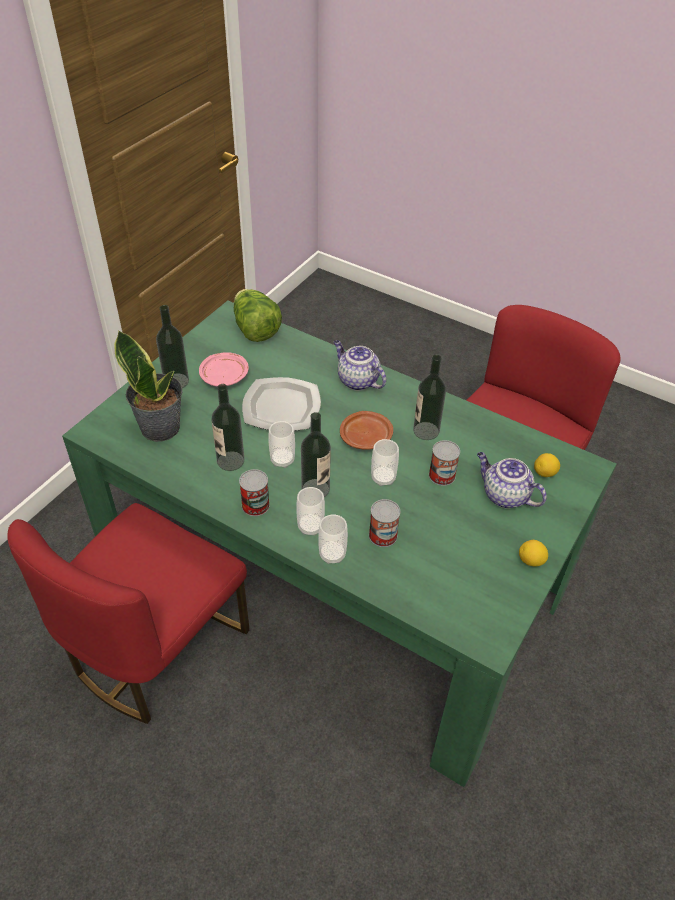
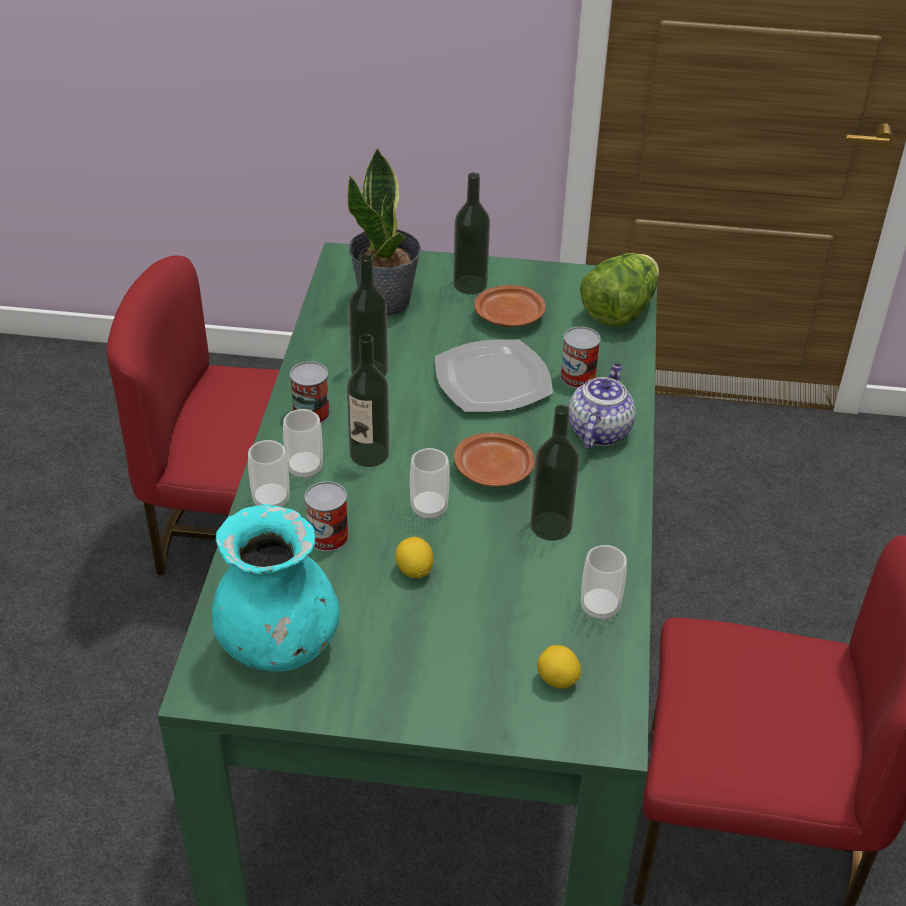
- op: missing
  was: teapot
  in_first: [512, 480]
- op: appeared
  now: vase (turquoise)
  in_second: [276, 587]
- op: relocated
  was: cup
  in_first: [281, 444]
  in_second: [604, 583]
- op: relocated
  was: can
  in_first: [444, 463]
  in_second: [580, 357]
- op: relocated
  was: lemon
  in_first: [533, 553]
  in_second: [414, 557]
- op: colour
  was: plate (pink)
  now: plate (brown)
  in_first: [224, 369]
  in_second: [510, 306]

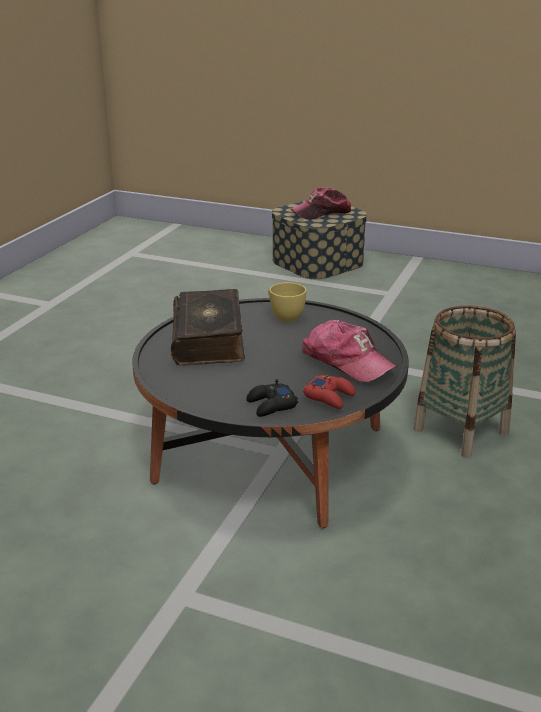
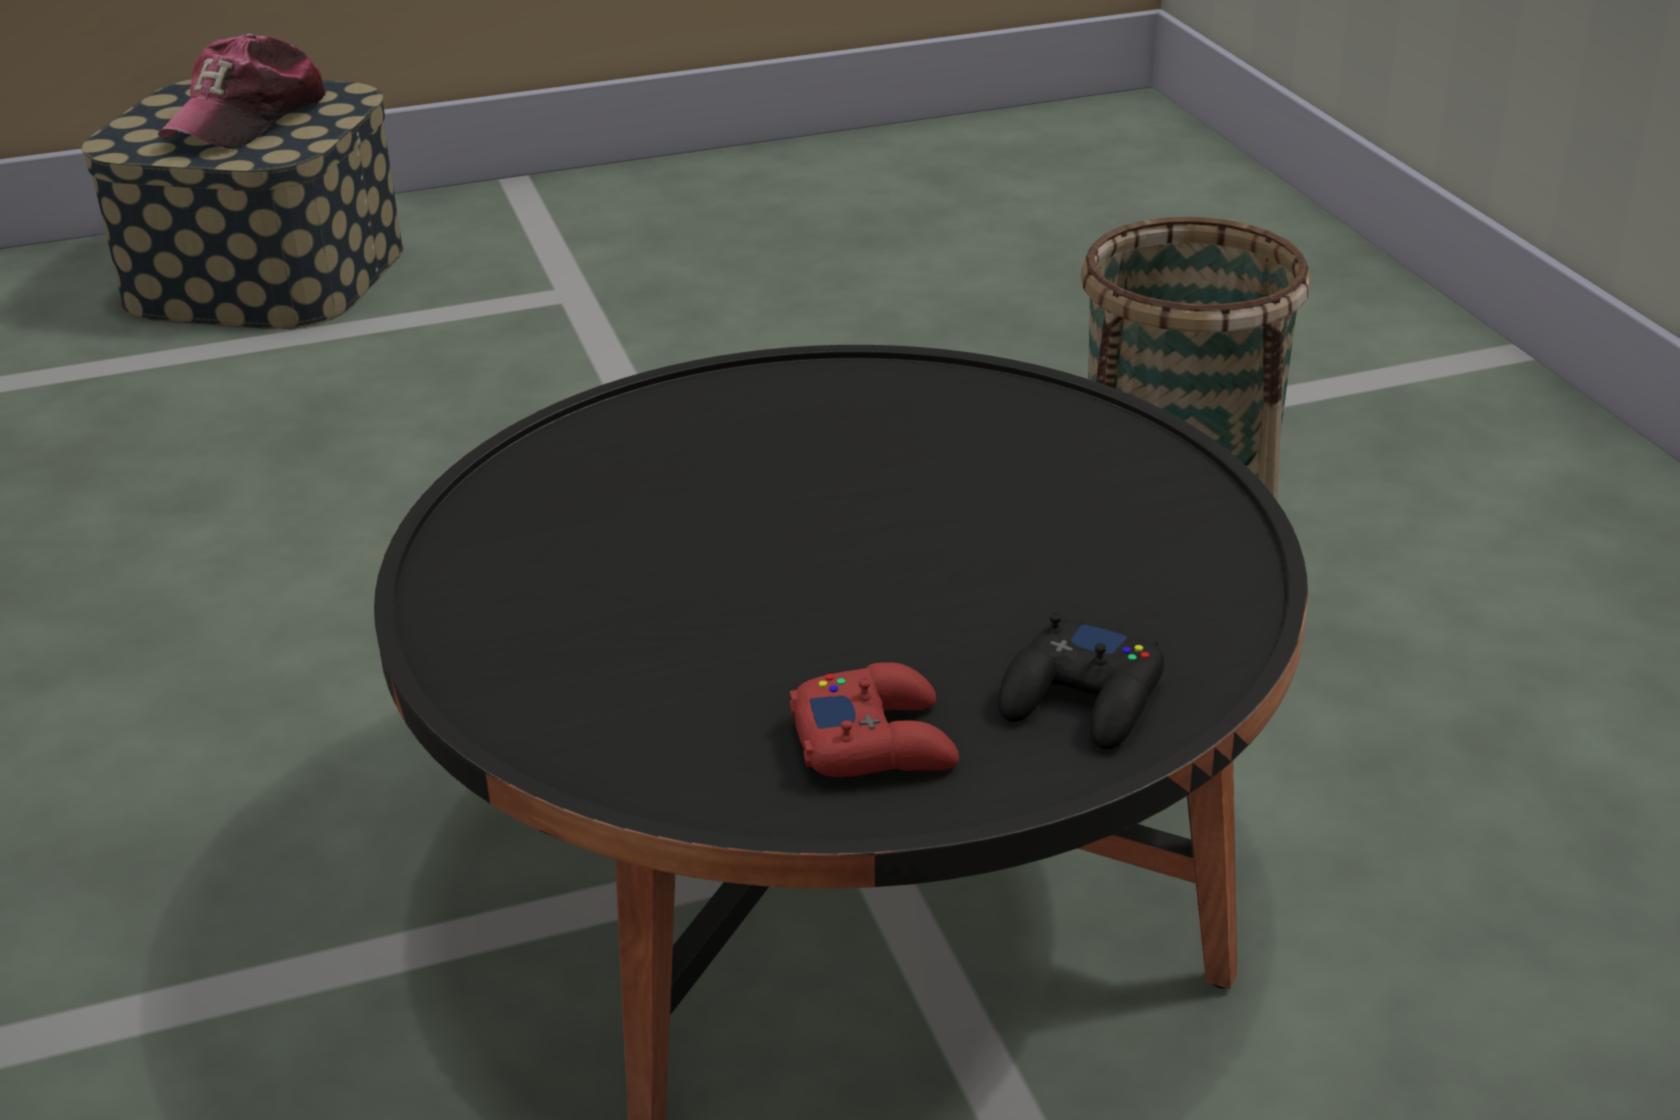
- op: missing
  was: book
  in_first: [208, 327]
- op: missing
  was: cup (yellow)
  in_first: [287, 302]
- op: missing
  was: cap
  in_first: [350, 351]
- op: relocated
  was: game controller (red)
  in_first: [329, 392]
  in_second: [874, 719]

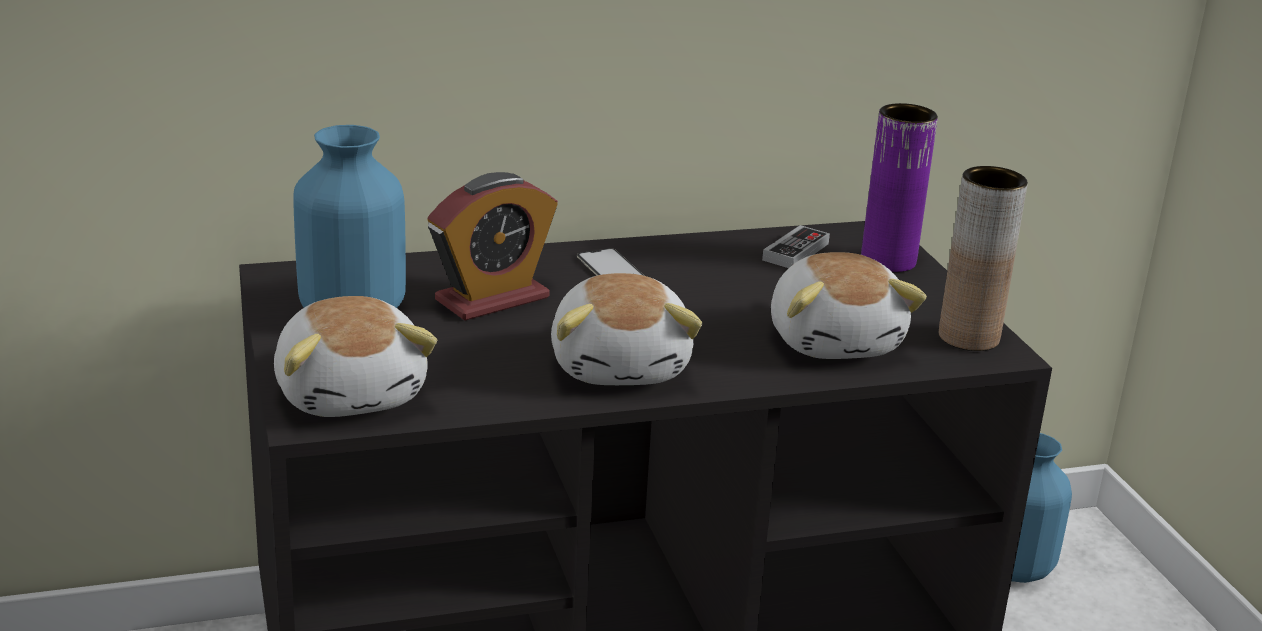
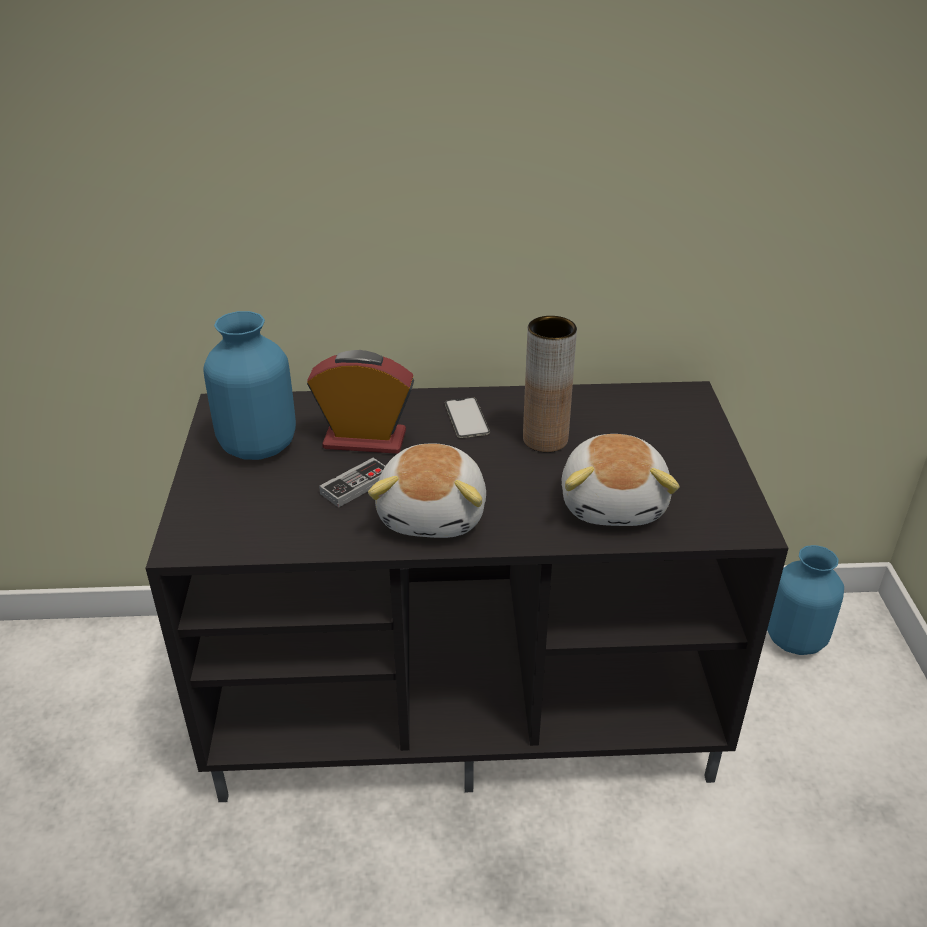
- op: missing
  was: plush toy
  in_first: [355, 356]
- op: missing
  was: vase (purple)
  in_first: [899, 187]
- op: relocated
  was: game controller
  in_first: [796, 246]
  in_second: [352, 483]
- op: relocated
  was: vase (brown)
  in_first: [983, 258]
  in_second: [550, 384]
- op: spun
  was: alarm clock
  in_first: [493, 246]
  in_second: [360, 402]
  clockwise: -150

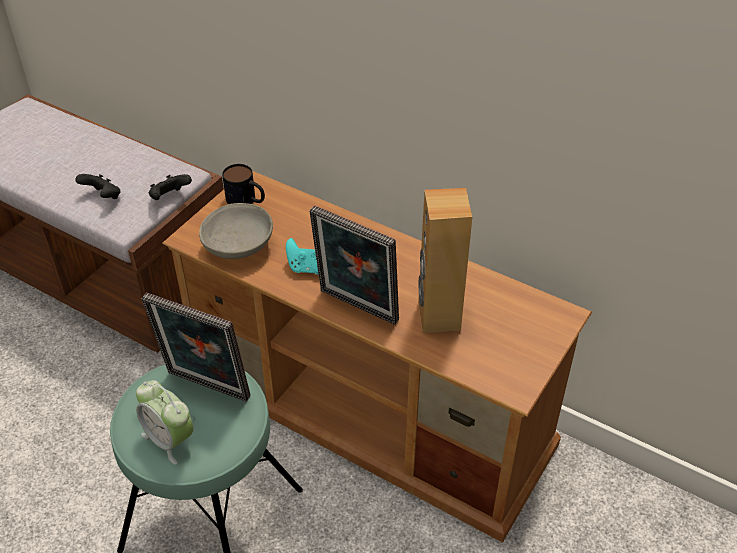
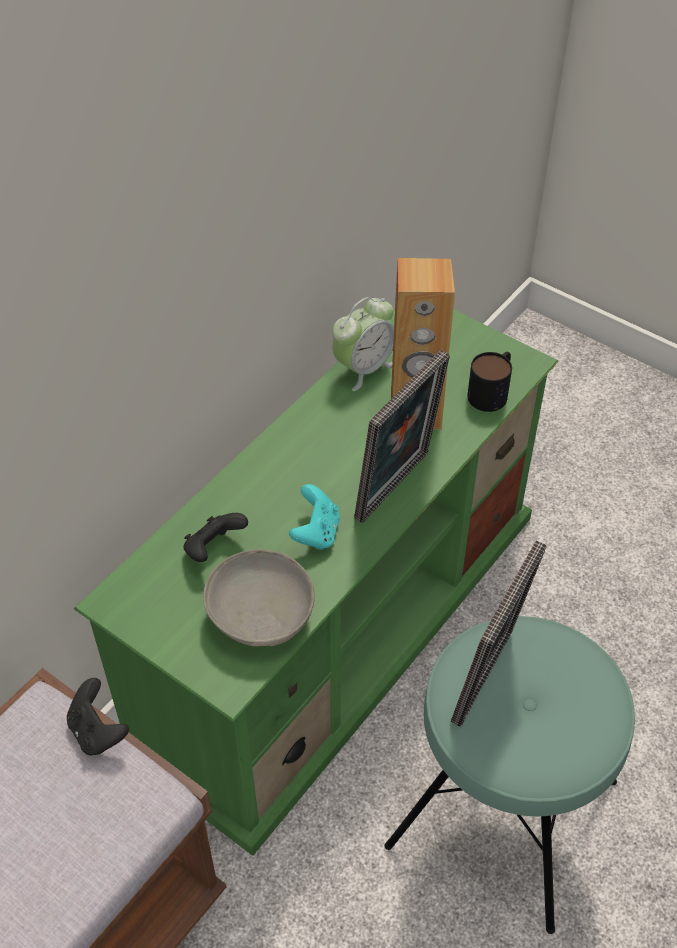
- op: relocated
  was: game controller (black)
  in_first: [98, 186]
  in_second: [215, 537]
- op: relocated
  was: alarm clock
  in_first: [165, 422]
  in_second: [363, 344]
- op: relocated
  was: mug
  in_first: [243, 184]
  in_second: [489, 382]
- op: colour
  was: tv stand (brown)
  now: tv stand (green)
  in_first: [377, 357]
  in_second: [316, 582]

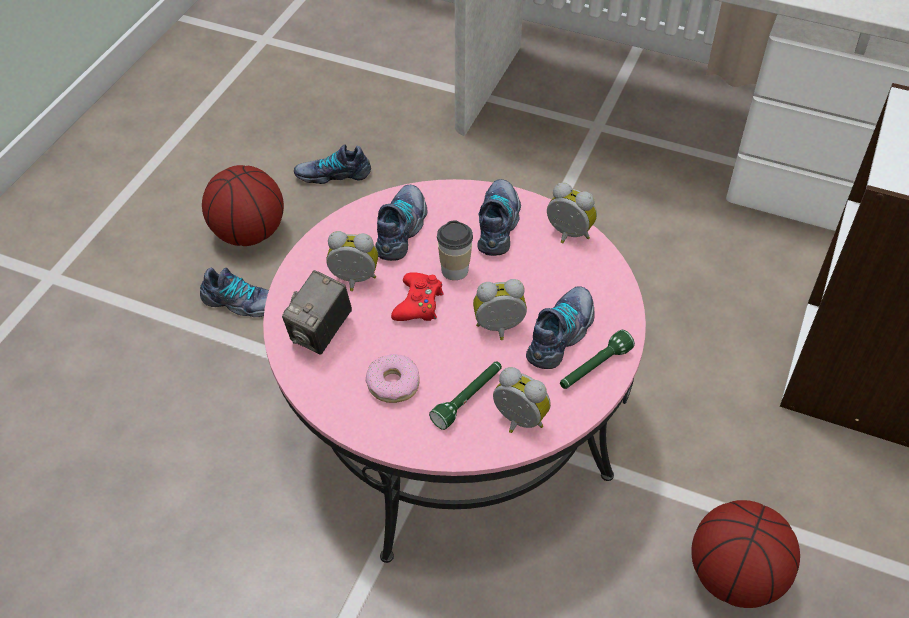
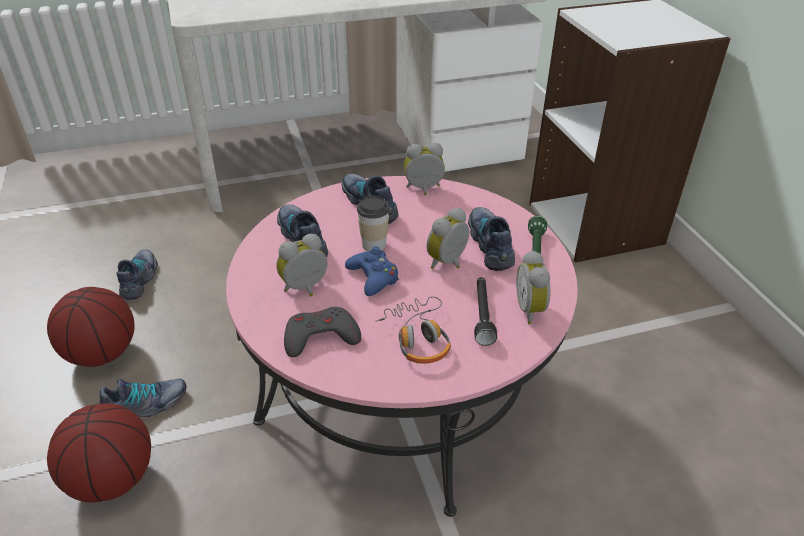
- op: relocated
  was: basketball
  in_first: [745, 554]
  in_second: [99, 453]
- op: exchanged
  was: photo camera
  now: game controller (grey)
  in_first: [317, 312]
  in_second: [322, 332]
- op: exchanged
  was: donut
  now: headphones
  in_first: [393, 378]
  in_second: [413, 330]
- op: colour
  was: game controller (red)
  now: game controller (blue)
  in_first: [417, 296]
  in_second: [372, 271]
- op: colour
  was: flashlight (green)
  now: flashlight (black)
  in_first: [465, 395]
  in_second: [485, 311]
- op: spun
  was: shoe
  in_first: [332, 164]
  in_second: [137, 274]
  clockwise: 135
- op: spun
  was: alarm clock
  in_first: [522, 400]
  in_second: [533, 287]
  clockwise: -90

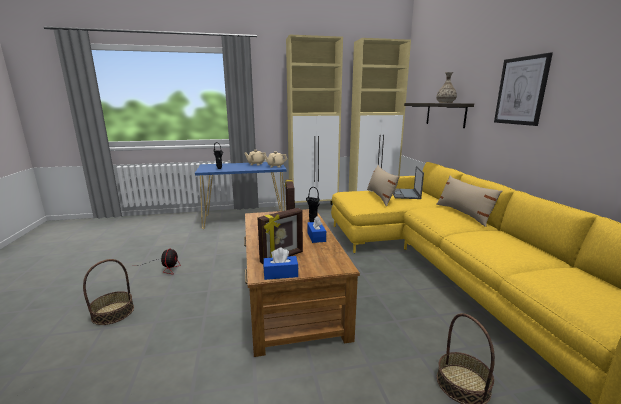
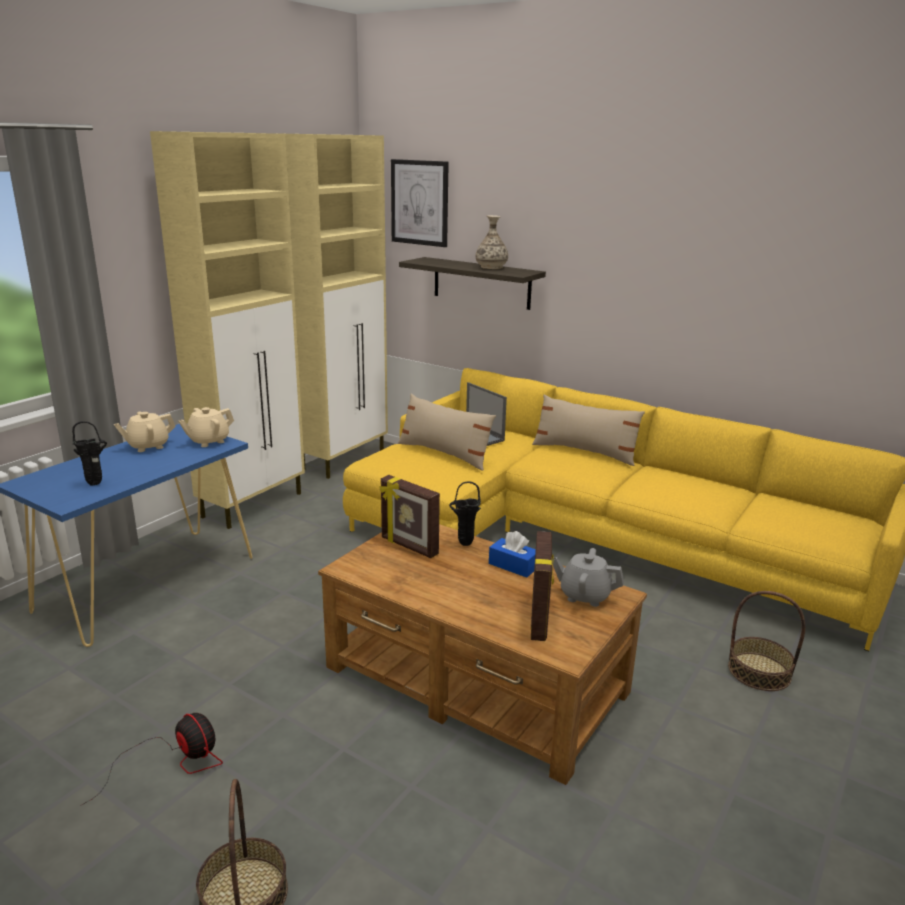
- op: missing
  was: tissue box (blue)
  in_first: [280, 263]
- op: appeared
  now: teapot (grey)
  in_second: [588, 577]
- op: relocated
  was: picture
  in_first: [523, 89]
  in_second: [420, 203]

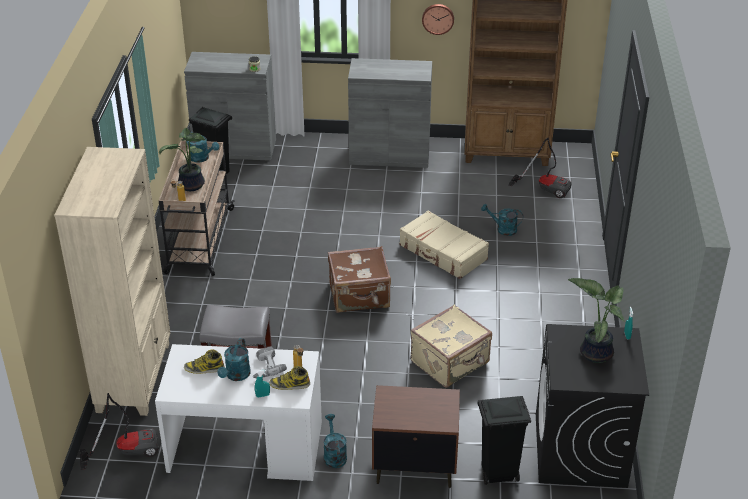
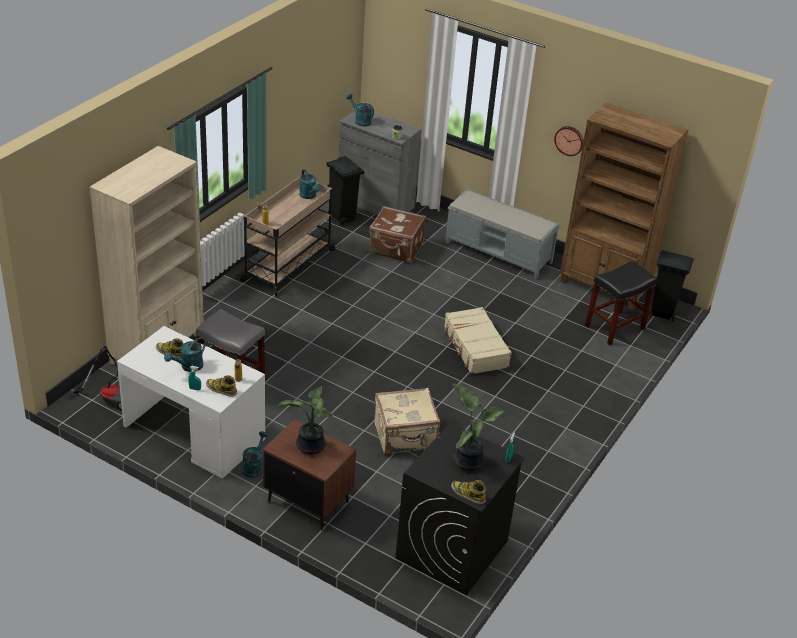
- op: missing
  was: power drill
  in_first: [270, 362]
- op: appeared
  now: boot
  in_second: [468, 492]
- op: relocated
  was: potted plant
  in_first: [182, 159]
  in_second: [305, 420]
- op: relocated
  was: suitcase (brown)
  in_first: [359, 279]
  in_second: [397, 234]
- op: relocated
  was: trash can (black)
  in_first: [504, 440]
  in_second: [671, 285]
- op: relocated
  was: watering can (turquoise)
  in_first: [502, 220]
  in_second: [360, 110]
- op: exchanged
  was: cabinet (grey)
  now: bench (grey)
  in_first: [390, 113]
  in_second: [502, 234]
- op: exchanged
  was: vacuum cleaner
  now: stool (black)
  in_first: [540, 168]
  in_second: [621, 303]

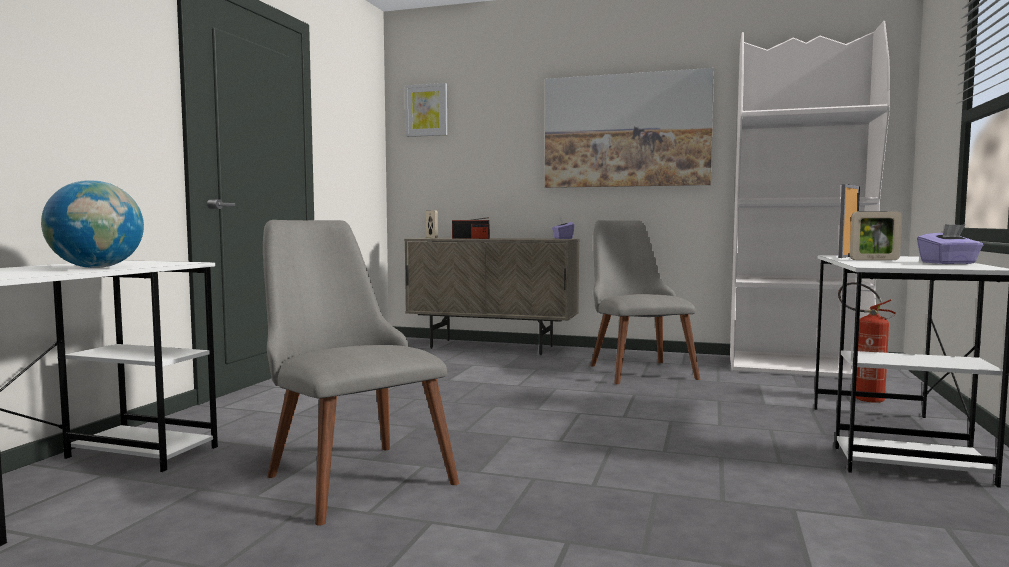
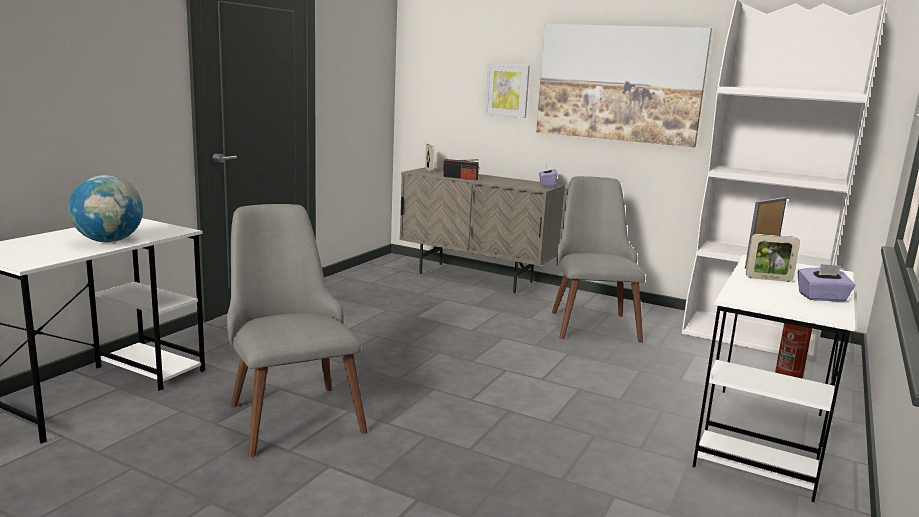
- op: relocated
  was: picture
  in_first: [426, 110]
  in_second: [507, 90]

